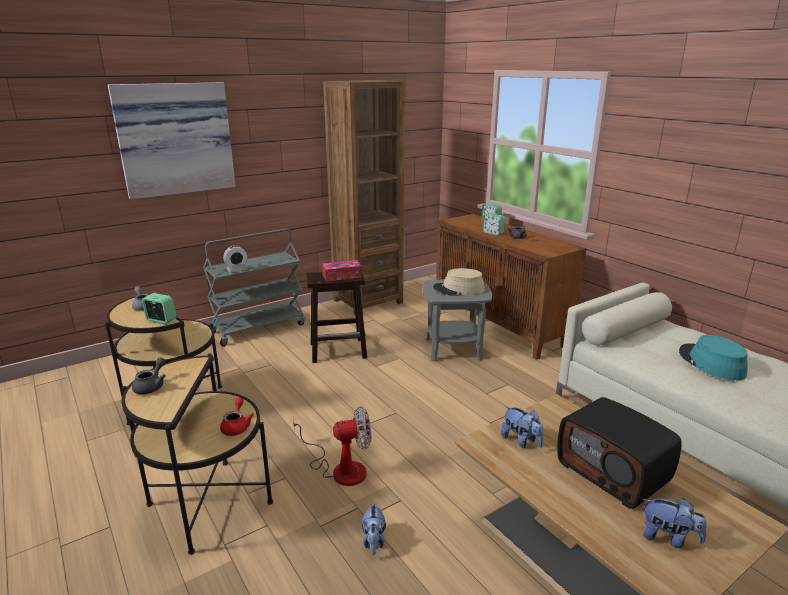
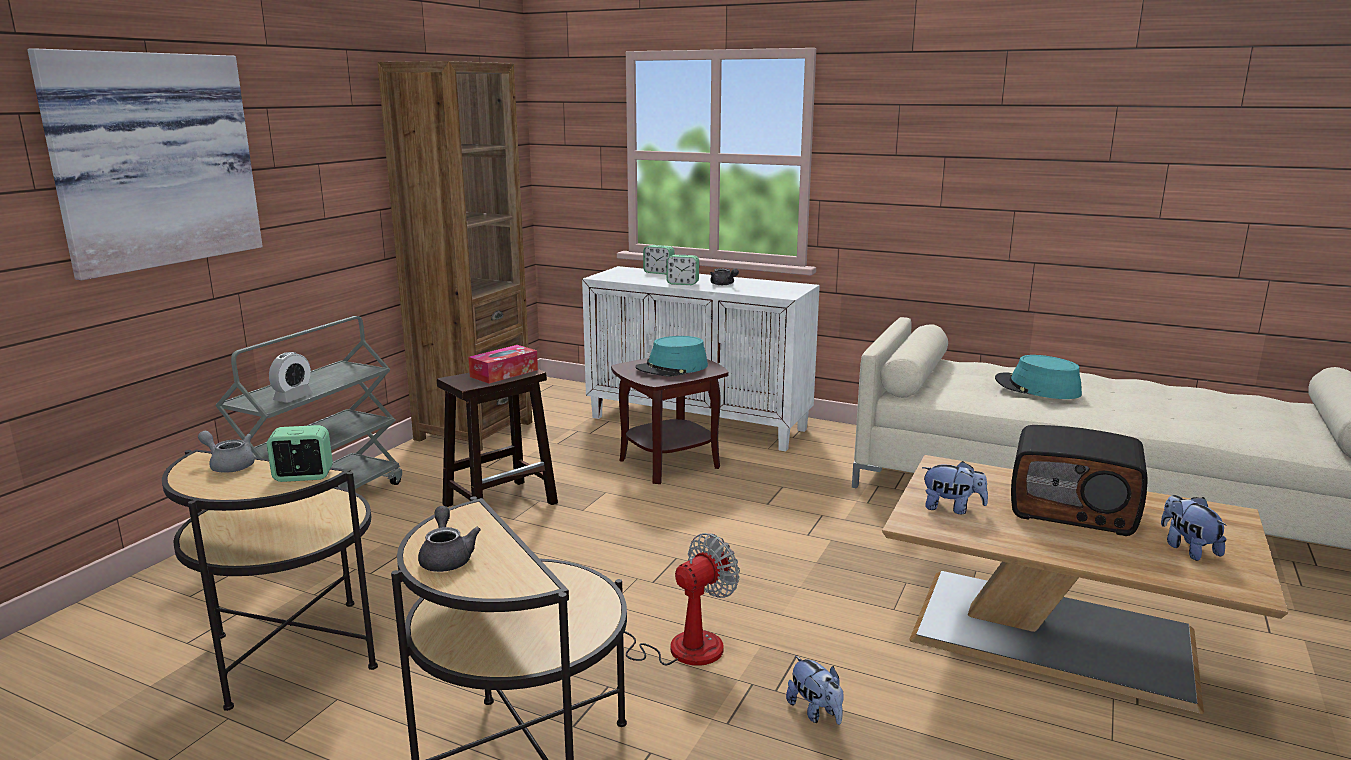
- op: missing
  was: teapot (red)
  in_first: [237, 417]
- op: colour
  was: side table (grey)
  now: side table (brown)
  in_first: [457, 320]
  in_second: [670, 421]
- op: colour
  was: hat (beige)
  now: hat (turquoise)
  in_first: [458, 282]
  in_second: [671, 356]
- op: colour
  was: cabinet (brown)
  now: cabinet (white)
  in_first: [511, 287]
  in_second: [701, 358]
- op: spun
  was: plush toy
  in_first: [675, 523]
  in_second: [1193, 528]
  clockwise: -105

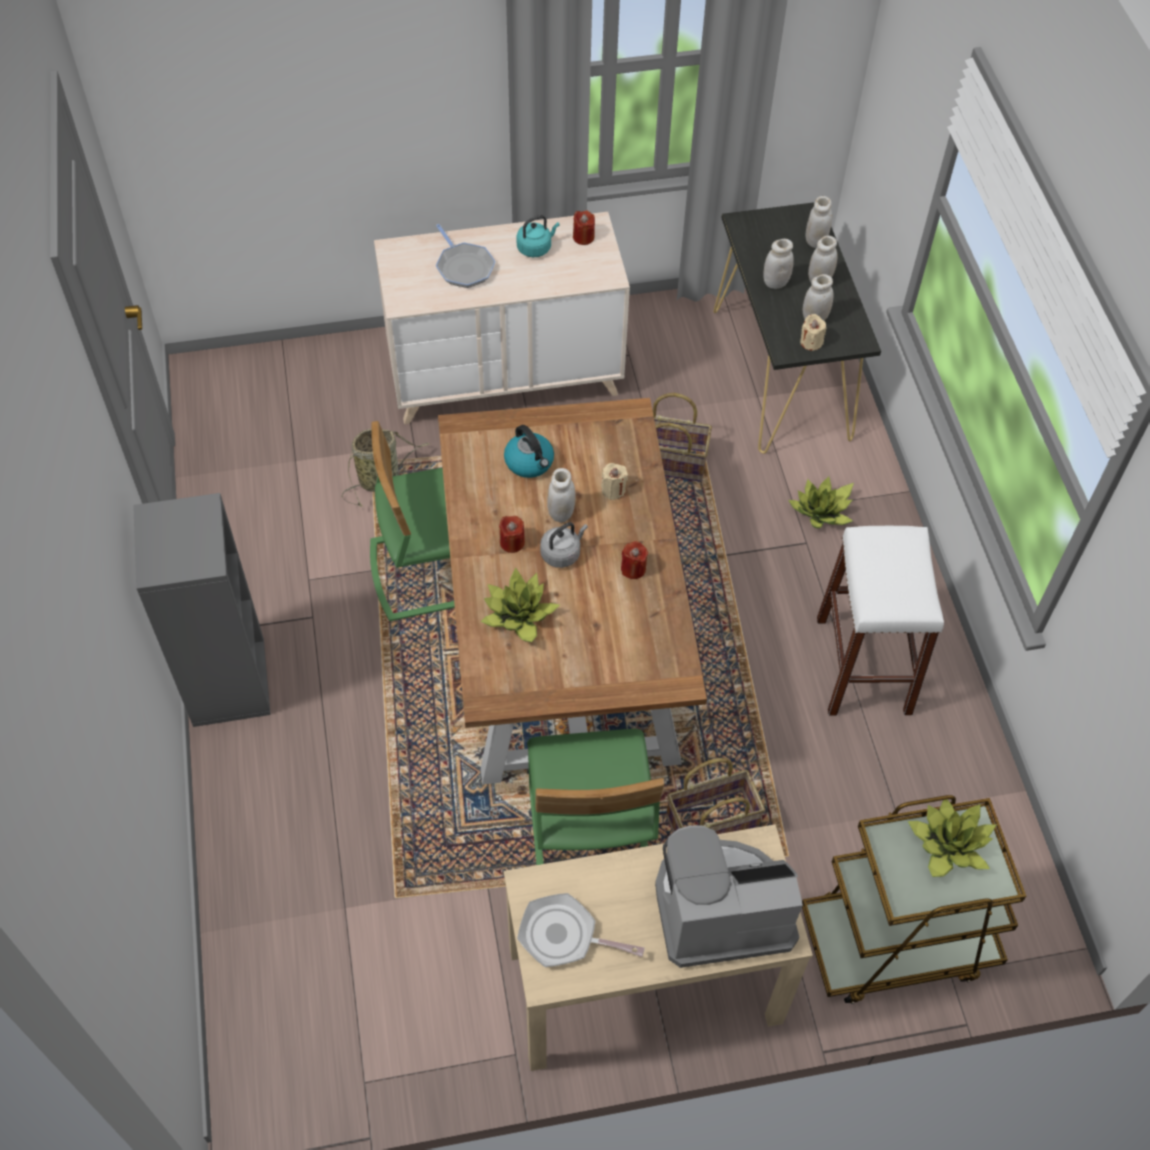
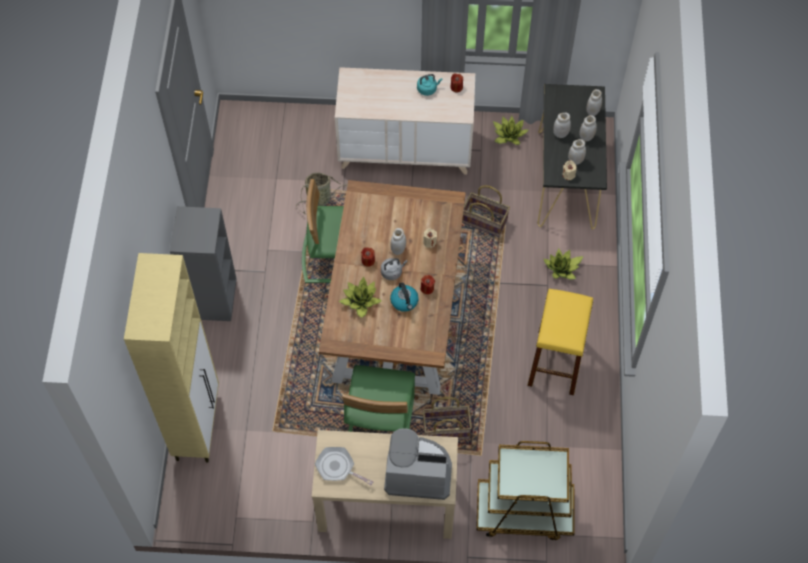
- op: missing
  was: frying pan
  in_first: [466, 256]
- op: appeared
  now: cabinet (beige)
  in_second: [171, 357]
- op: relocated
  was: kettle
  in_first: [529, 451]
  in_second: [404, 297]
- op: relocated
  was: potted plant
  in_first: [952, 838]
  in_second: [510, 130]
- op: colour
  was: stool (white)
  now: stool (yellow)
  in_first: [880, 621]
  in_second: [560, 342]

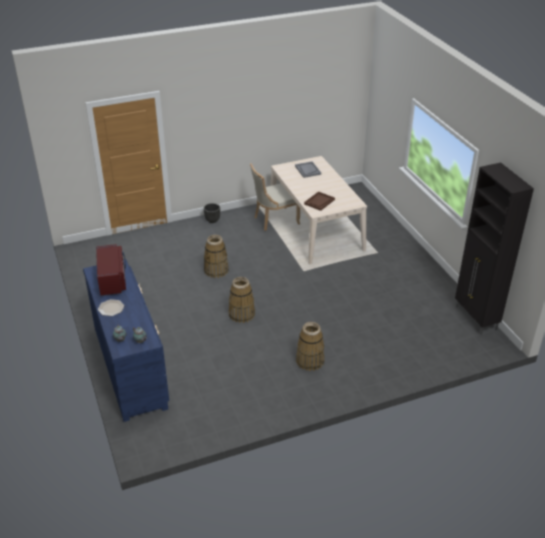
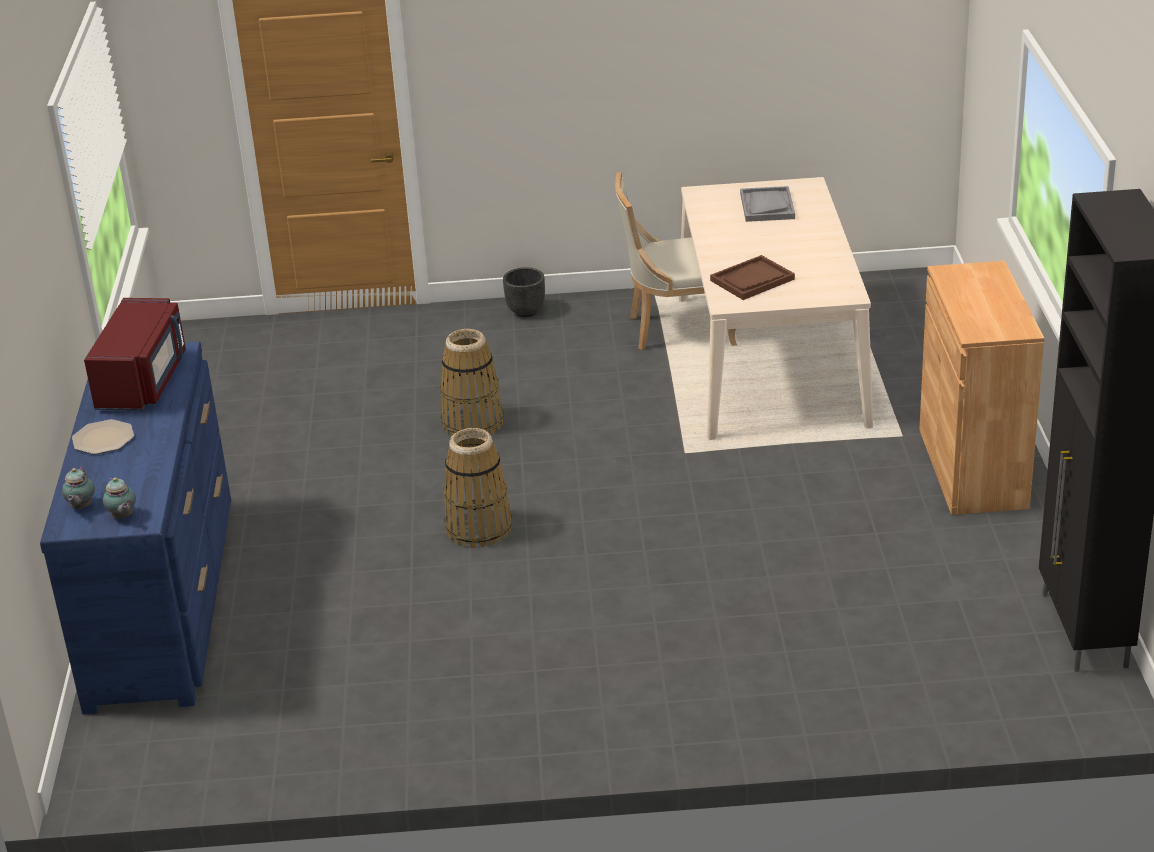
- op: missing
  was: basket
  in_first: [310, 346]
- op: appeared
  now: cabinet (brown)
  in_second: [981, 388]

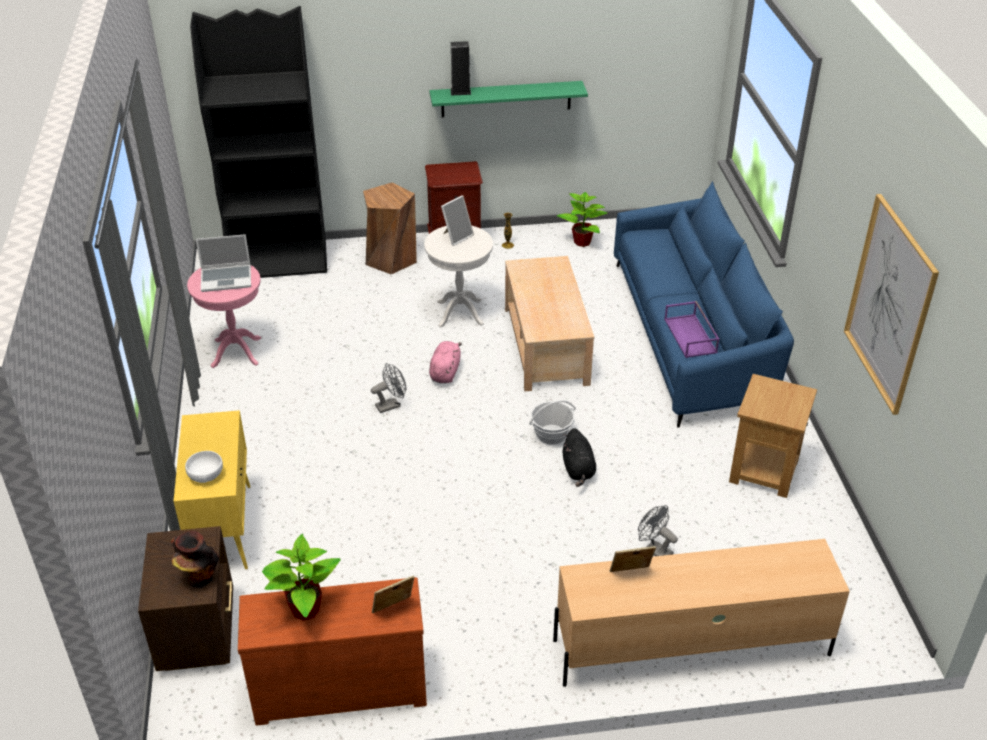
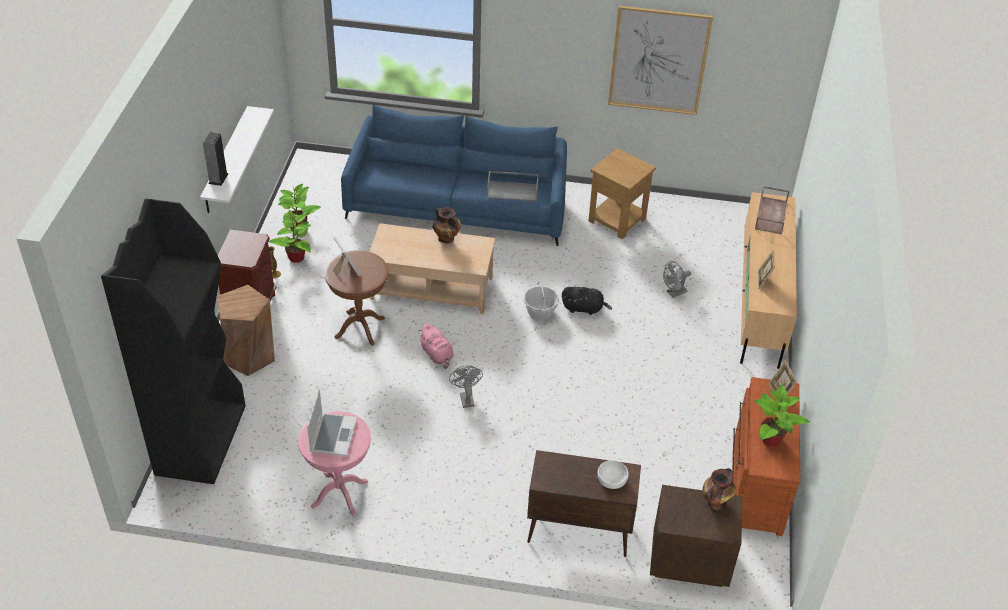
- op: appeared
  now: potted plant
  in_second: [290, 236]
- op: appeared
  now: vase
  in_second: [446, 225]
- op: appeared
  now: tray (brown)
  in_second: [772, 210]
- op: colour
  was: cabinet (yellow)
  now: cabinet (brown)
  in_first: [212, 489]
  in_second: [584, 503]
- op: colour
  was: side table (white)
  now: side table (brown)
  in_first: [458, 276]
  in_second: [356, 298]
- op: colour
  was: shelf (green)
  now: shelf (white)
  in_first: [508, 99]
  in_second: [237, 159]
- op: colour
  was: tray (purple)
  now: tray (grey)
  in_first: [691, 329]
  in_second: [513, 186]
- op: spun
  was: plush toy (pink)
  in_first: [445, 362]
  in_second: [436, 346]
  clockwise: -150

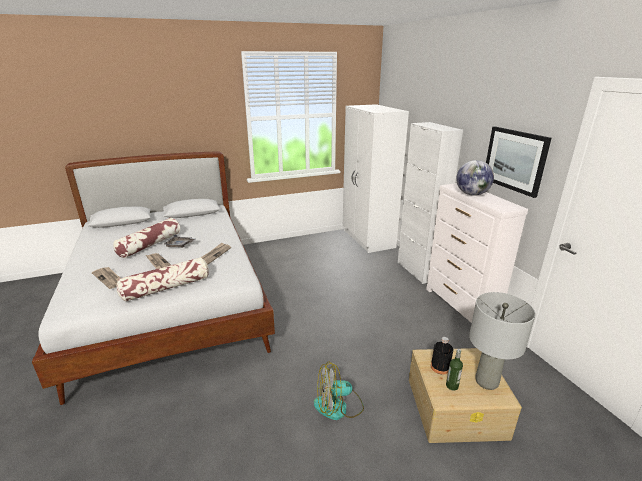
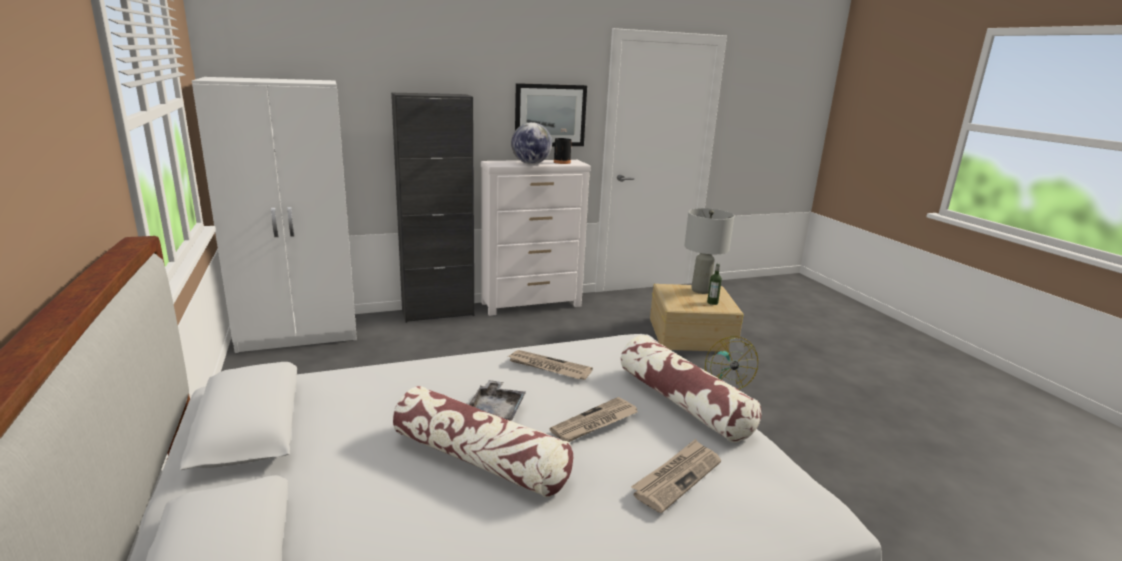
- op: relocated
  was: bottle (black)
  in_first: [442, 355]
  in_second: [563, 146]
- op: colour
  was: cabinet (white)
  now: cabinet (black)
  in_first: [430, 203]
  in_second: [432, 207]

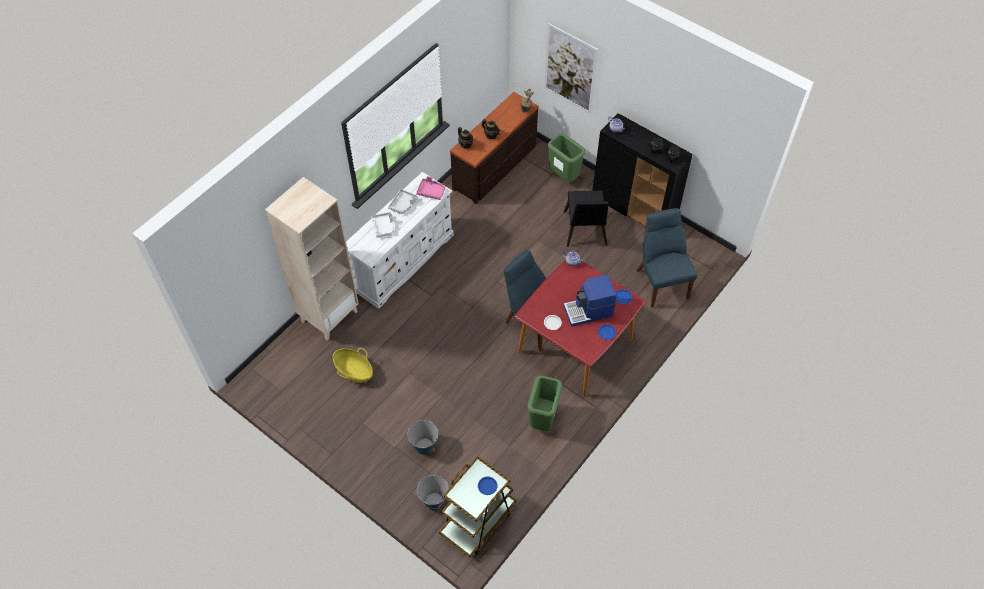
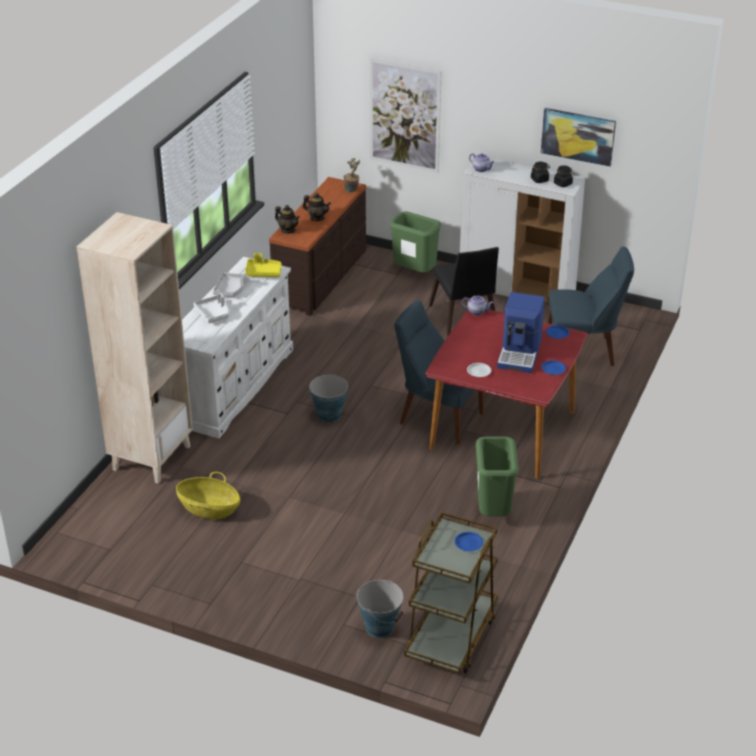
- op: appeared
  now: picture
  in_second: [578, 137]
- op: relocated
  was: bucket
  in_first: [423, 437]
  in_second: [328, 398]
- op: colour
  was: tray (pink)
  now: tray (yellow)
  in_first: [430, 188]
  in_second: [263, 265]
- op: colour
  was: cabinet (black)
  now: cabinet (white)
  in_first: [642, 170]
  in_second: [522, 232]
- op: spun
  was: coffee machine
  in_first: [590, 301]
  in_second: [521, 332]
  clockwise: -45
- op: spun
  was: chair (blue)
  in_first: [666, 258]
  in_second: [590, 306]
  clockwise: 120

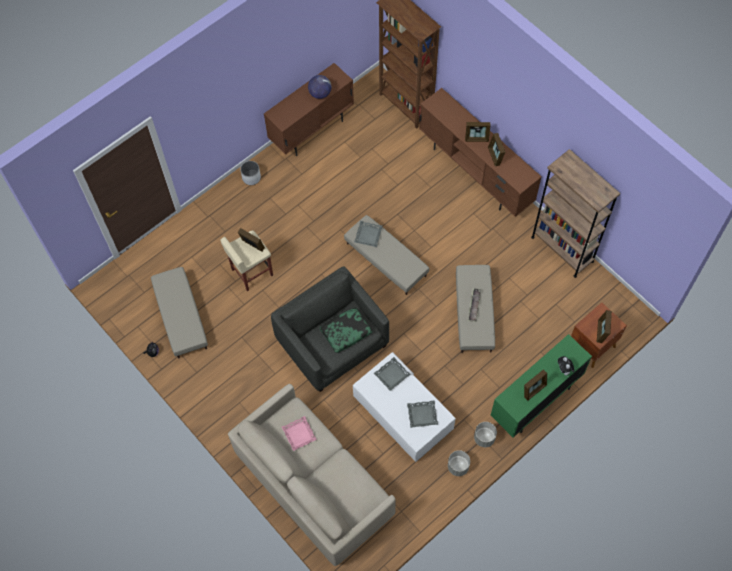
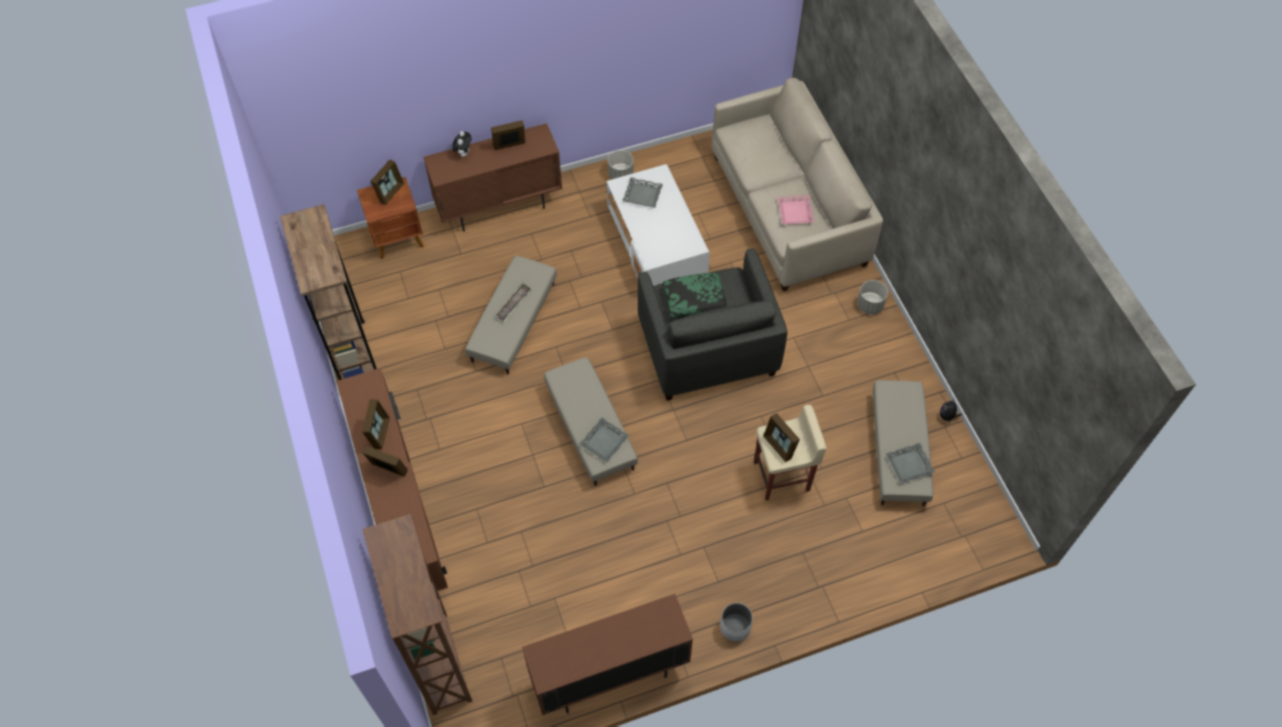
- op: missing
  was: globe
  in_first: [319, 87]
- op: relocated
  was: tray (grey)
  in_first: [392, 374]
  in_second: [910, 463]
- op: relocated
  was: planter (grey)
  in_first: [485, 434]
  in_second: [872, 297]
- op: colour
  was: cabinet (green)
  now: cabinet (brown)
  in_first: [541, 385]
  in_second: [492, 177]

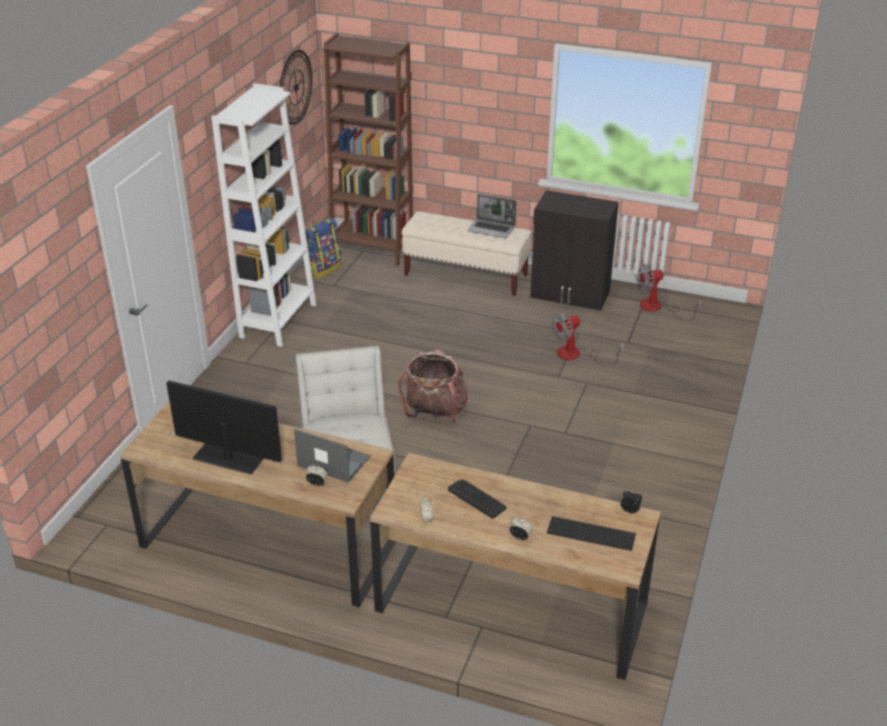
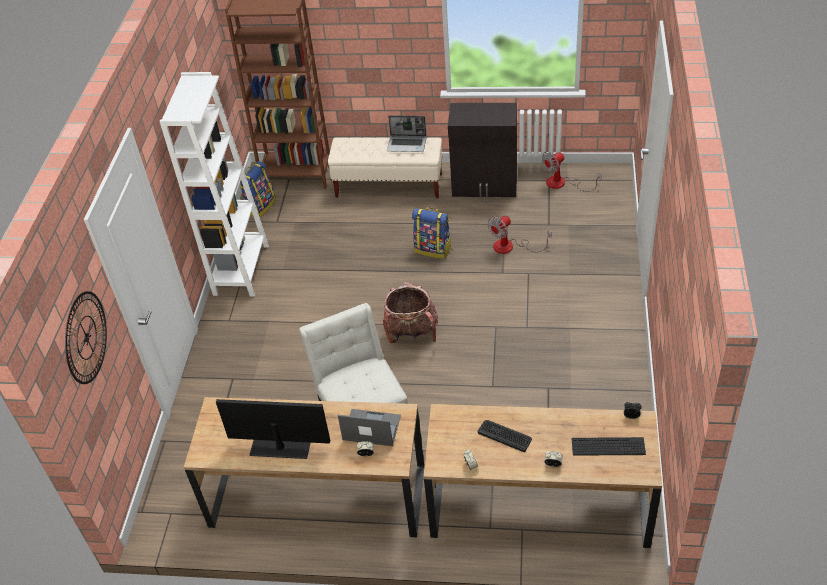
- op: appeared
  now: backpack
  in_second: [432, 233]
- op: relocated
  was: wall clock
  in_first: [296, 87]
  in_second: [86, 337]

